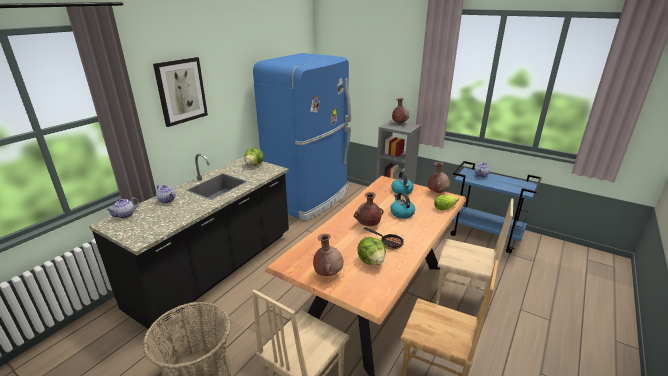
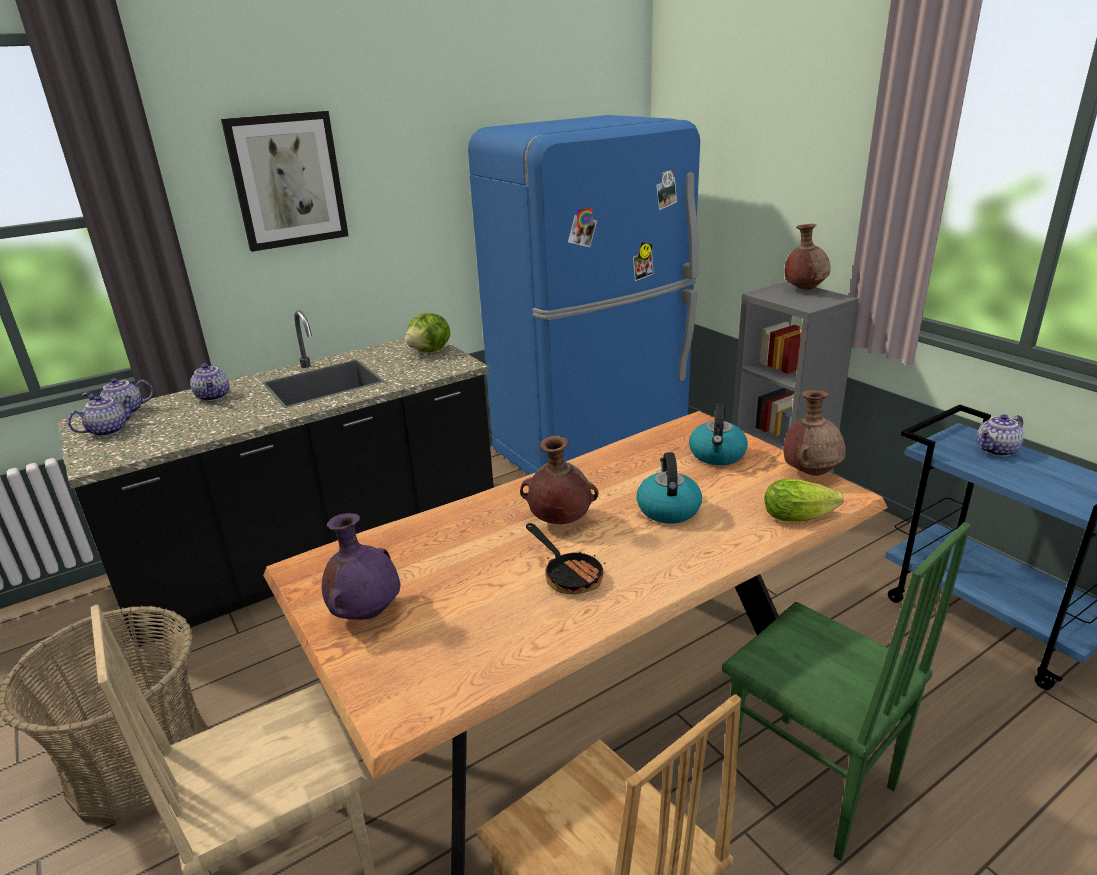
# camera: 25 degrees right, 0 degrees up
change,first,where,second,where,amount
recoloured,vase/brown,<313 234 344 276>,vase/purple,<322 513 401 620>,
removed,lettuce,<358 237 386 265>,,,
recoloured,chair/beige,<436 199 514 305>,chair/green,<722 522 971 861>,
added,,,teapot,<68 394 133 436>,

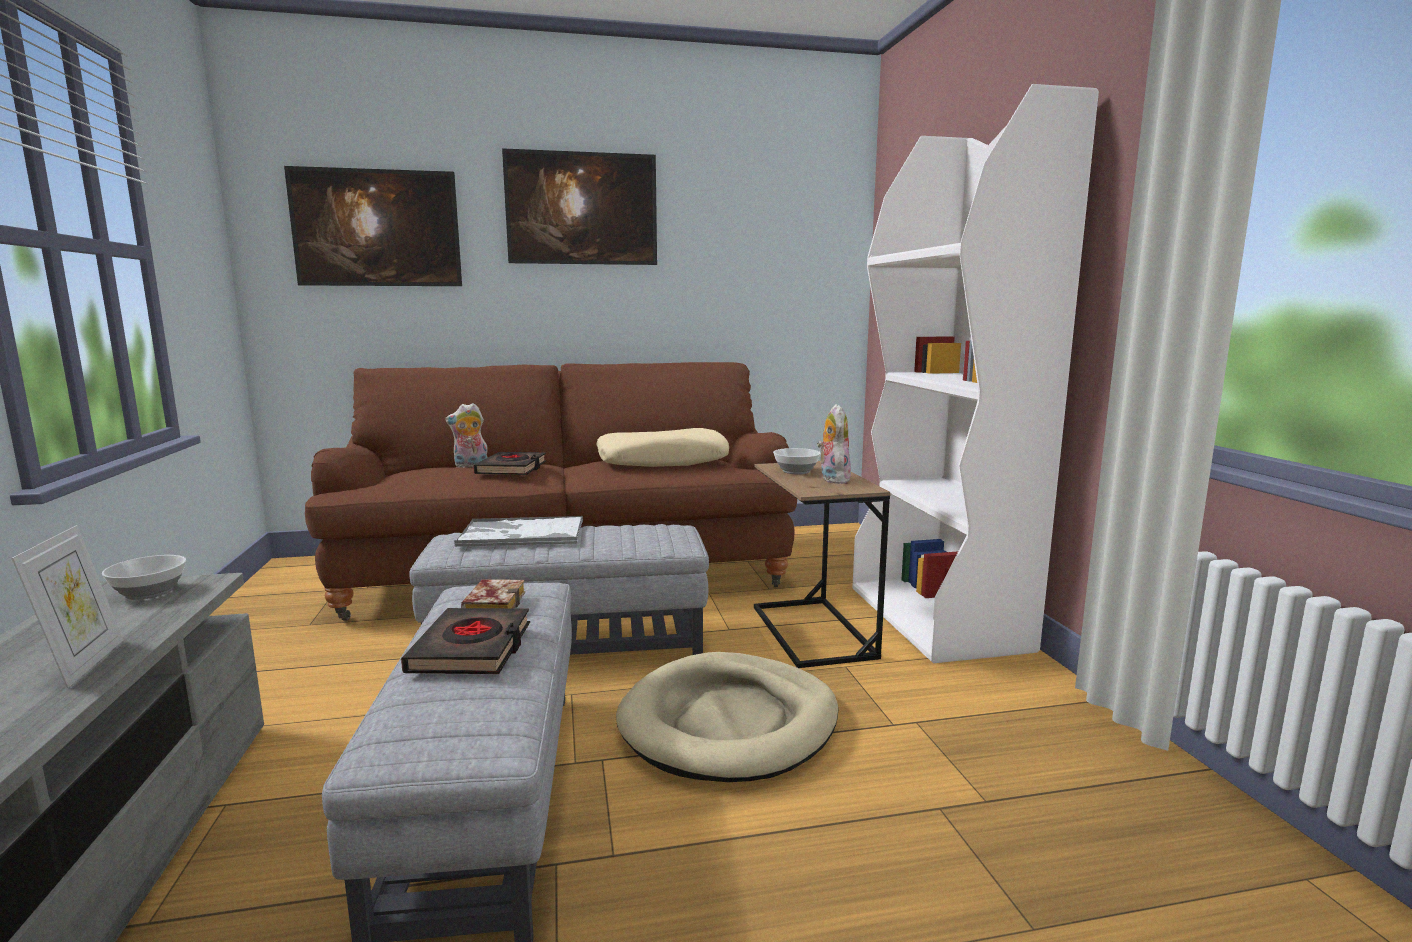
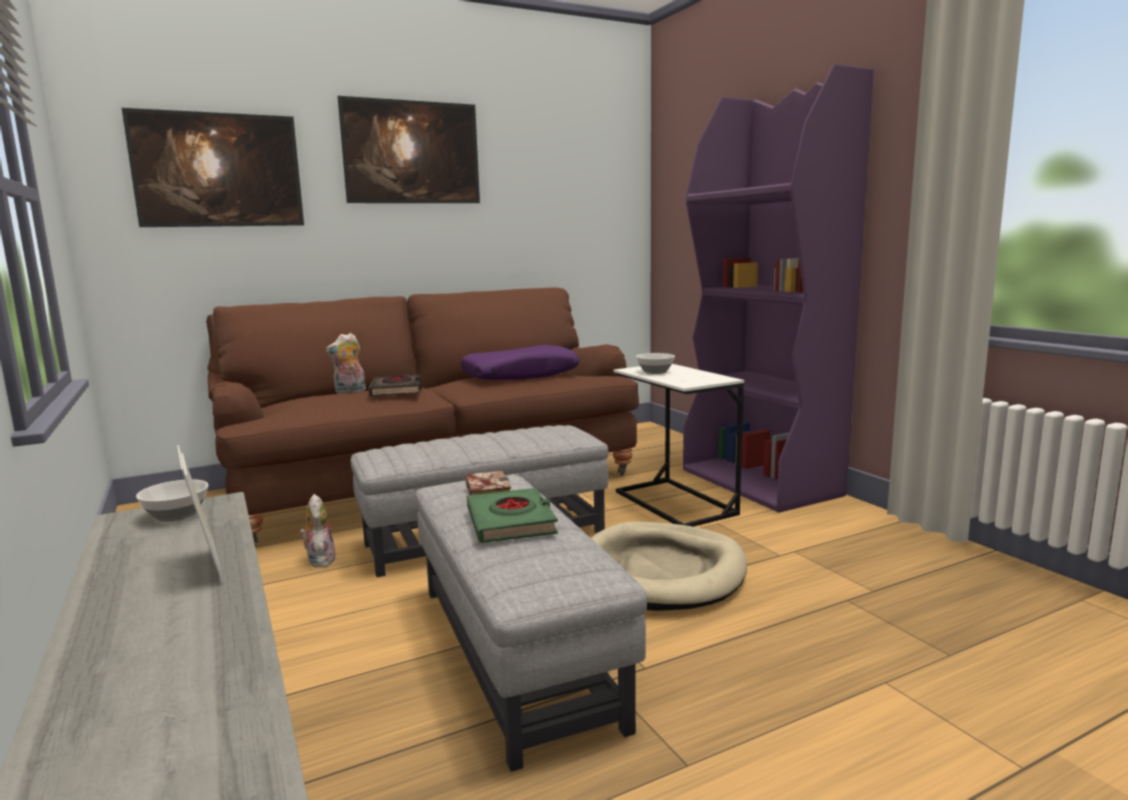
# camera: 15 degrees left, 0 degrees up
change,first,where,second,where,amount
recoloured,book/black,<401 608 530 674>,book/green,<467 488 558 543>,
removed,tray,<454 516 583 547>,,,
recoloured,pillow/beige,<597 428 729 467>,pillow/purple,<461 345 579 380>,
recoloured,side table/brown,<754 461 891 668>,side table/white,<614 364 744 527>,
moved,plush toy,<817 404 852 484>,,<300 494 336 567>,
recoloured,bookcase/white,<852 84 1099 663>,bookcase/purple,<683 64 874 513>,

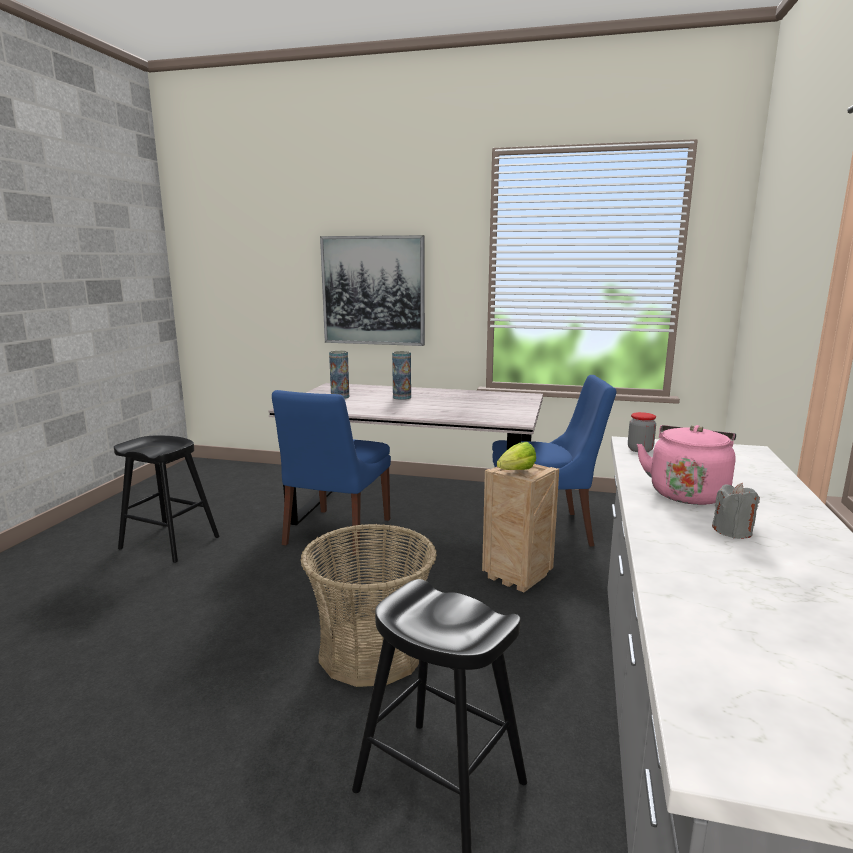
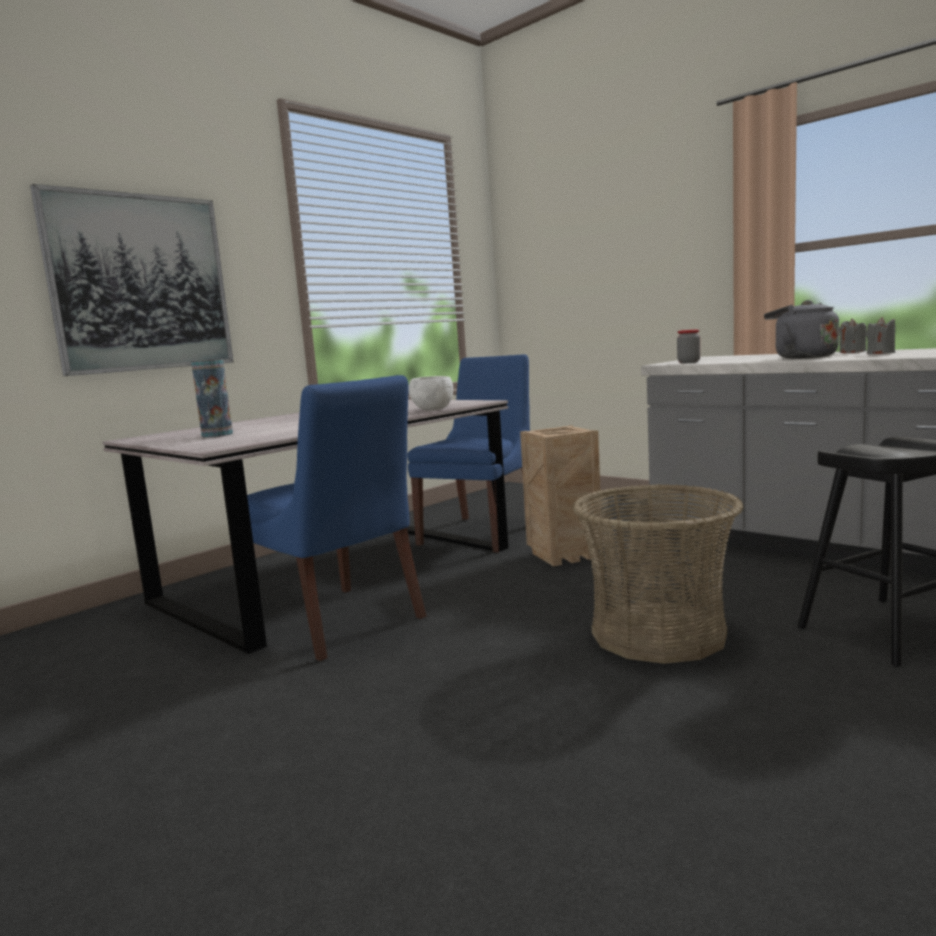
# camera: 60 degrees left, 5 degrees down
change,first,where,second,where,amount
removed,stool/black,<114 436 220 563>,,,
removed,vase,<392 351 411 400>,,,
removed,lettuce,<497 442 536 470>,,,
recoloured,kettle/pink,<637 425 736 505>,kettle/grey,<764 300 839 359>,
added,,,bowl/white,<409 376 453 411>,
added,,,candle/grey,<839 318 867 353>,

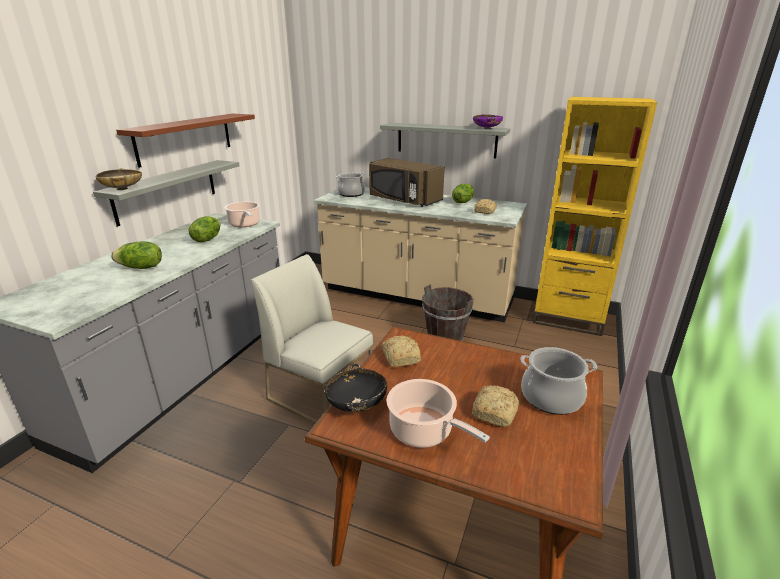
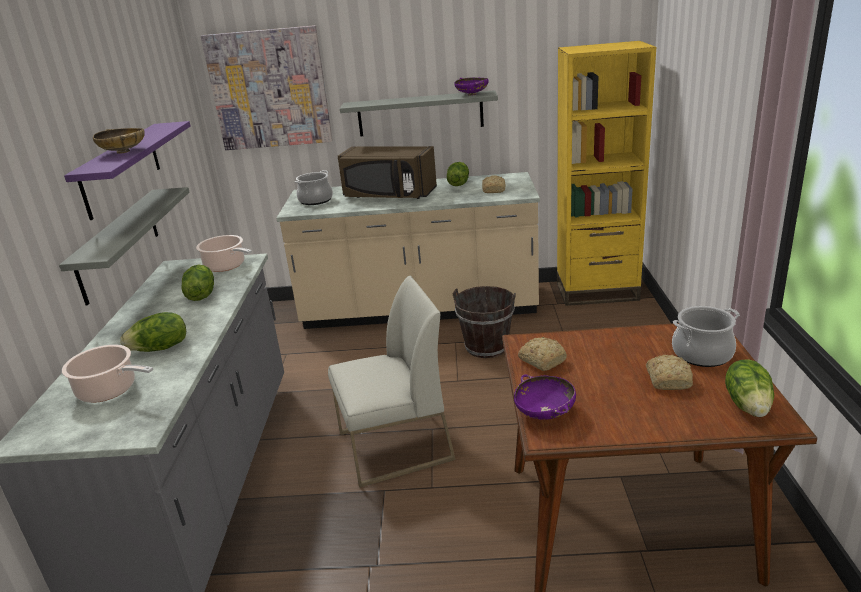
# camera: 20 degrees left, 0 degrees up
change,first,where,second,where,amount
moved,bowl/beige,<95 168 142 190>,,<93 128 145 154>,
recoloured,shelf/brown,<116 114 255 168>,shelf/purple,<64 121 191 220>,
turned,chair/white,<251 254 373 424>,,<328 275 456 488>,150 degrees clockwise
recoloured,bowl/black,<325 364 387 412>,bowl/purple,<514 374 576 420>,
moved,cooking pot,<386 379 490 448>,,<62 345 153 403>,
added,,,picture,<201 25 332 150>,
added,,,lettuce,<725 359 774 417>,

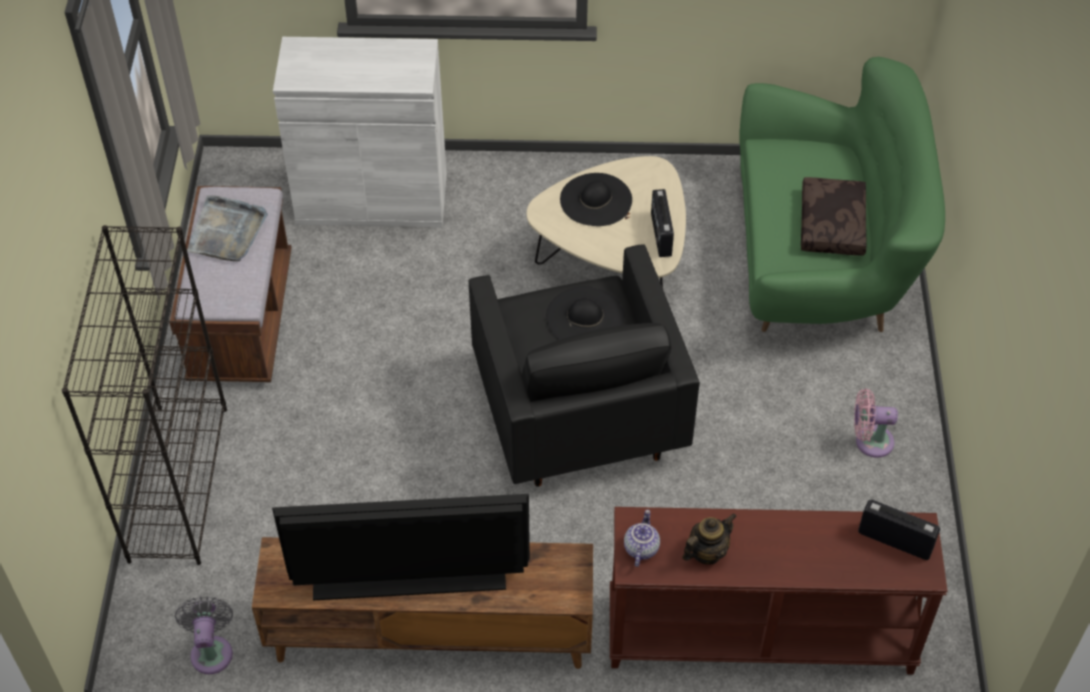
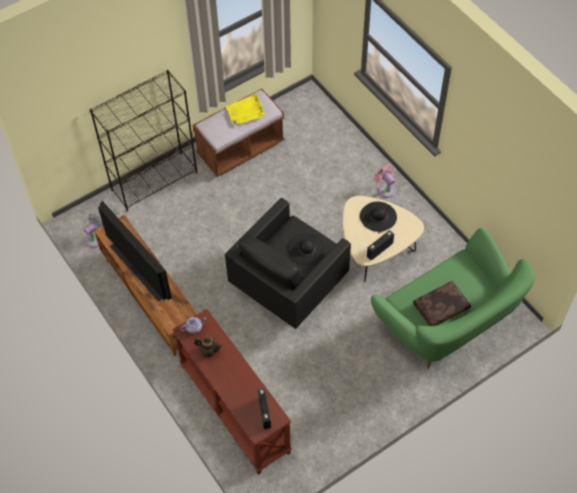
# camera: 55 degrees right, 5 degrees up
change,first,where,second,where,amount
recoloured,tray/grey,<187 195 268 261>,tray/yellow,<226 94 265 125>,
removed,cabinet/white,<273 37 447 227>,,,
moved,fan/pink,<854 389 898 458>,,<374 164 396 198>,

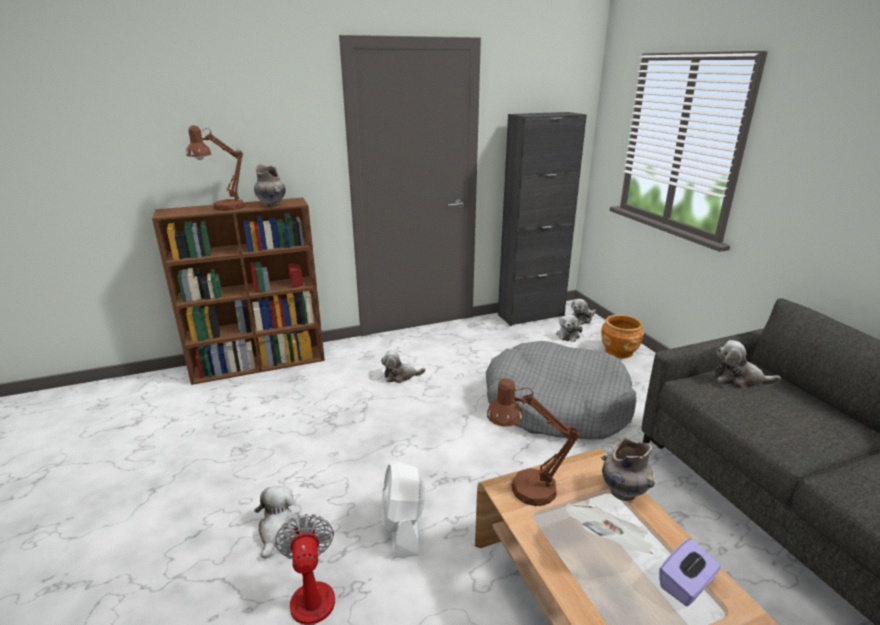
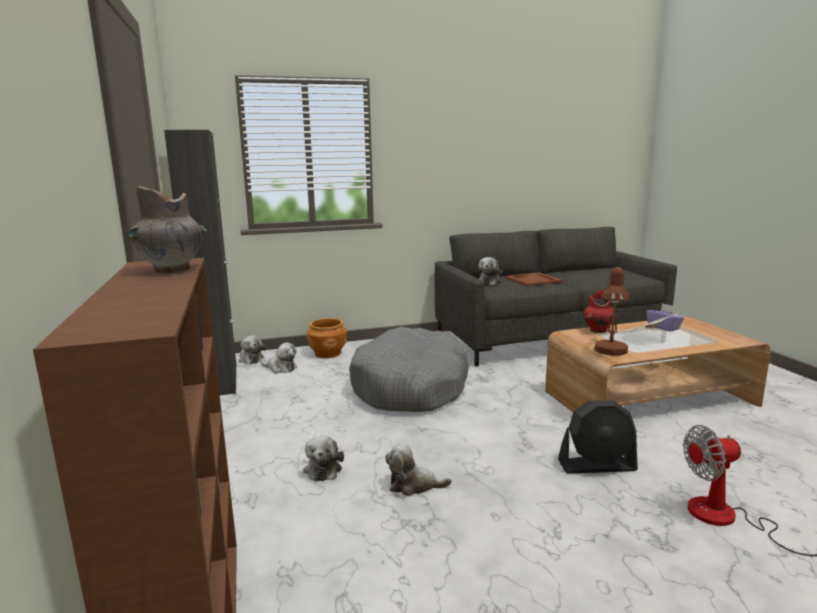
# camera: 85 degrees left, 10 degrees down
change,first,where,second,where,amount
removed,table lamp/brown,<186 125 245 211>,,,
moved,plush toy,<254 486 296 559>,,<386 443 452 496>,
recoloured,fan/white,<381 460 425 559>,fan/black,<558 400 638 474>,
recoloured,vase/grey,<601 437 655 501>,vase/red,<583 290 616 333>,
added,,,tray/brown,<505 272 563 286>,

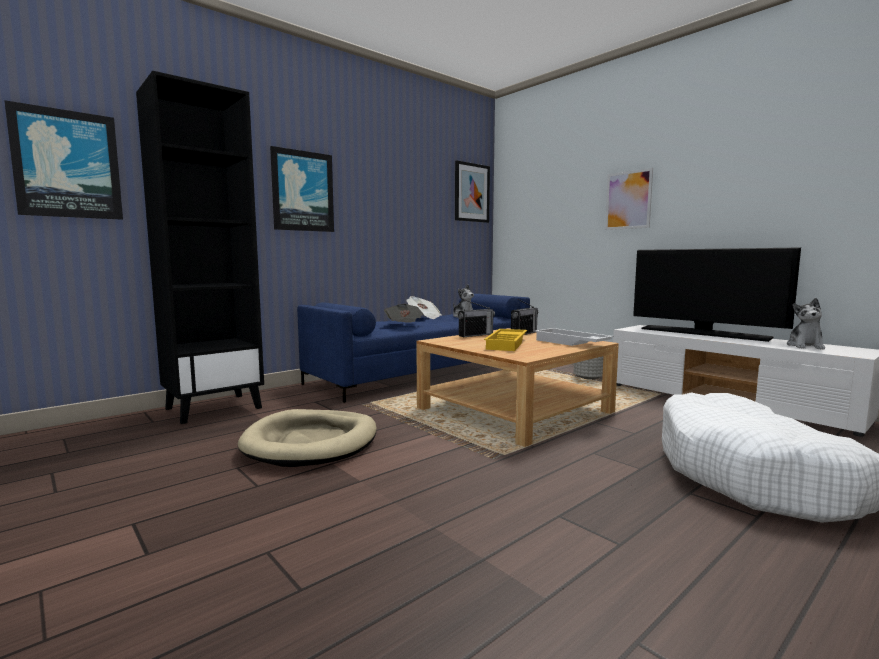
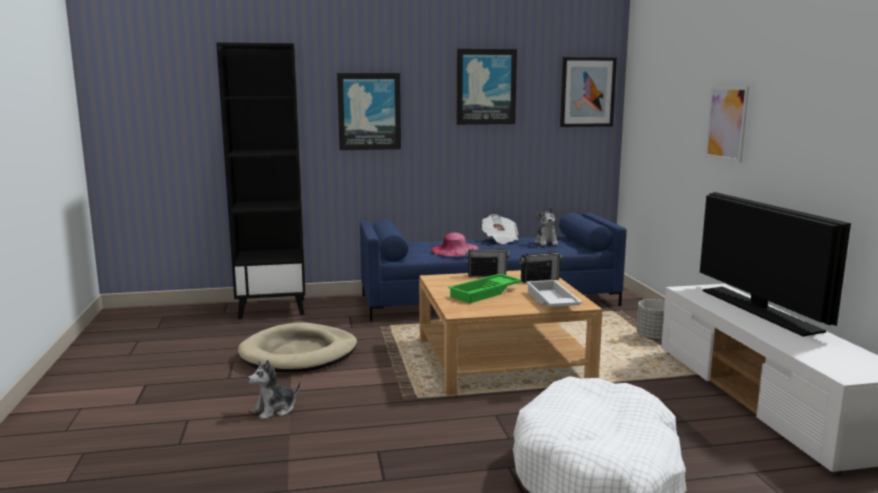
# camera: 30 degrees right, 5 degrees up
change,first,where,second,where,amount
moved,picture,<4 100 123 220>,,<457 49 517 125>,
replaced,newspaper,<384 304 423 323>,hat/pink,<430 232 480 256>,
recoloured,tray/yellow,<484 329 527 351>,tray/green,<448 274 522 303>,
moved,plush toy,<787 298 825 350>,,<248 360 300 420>,

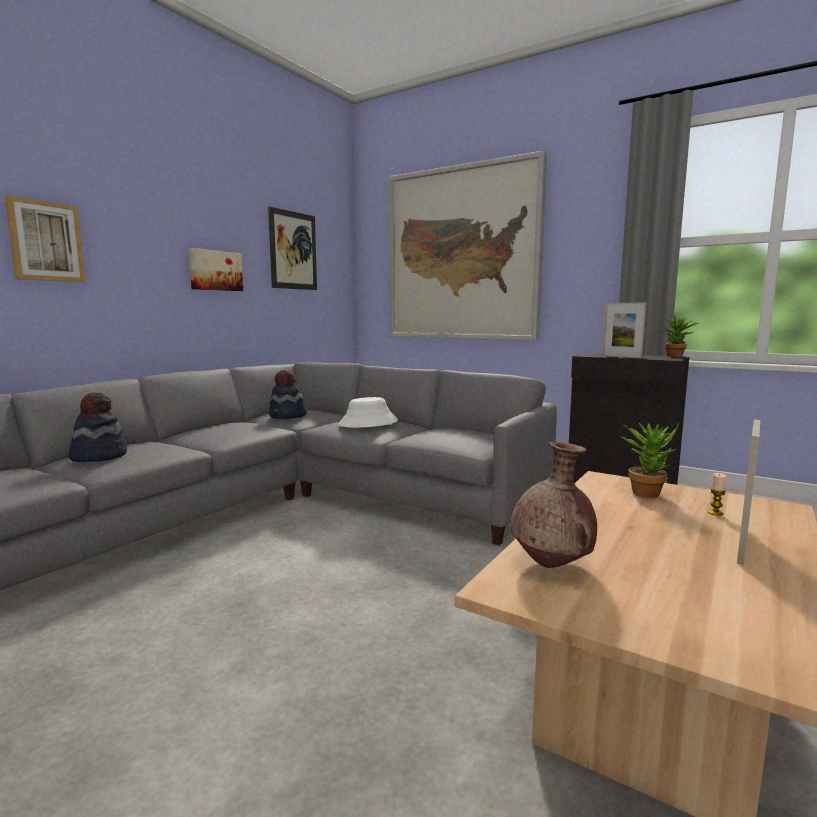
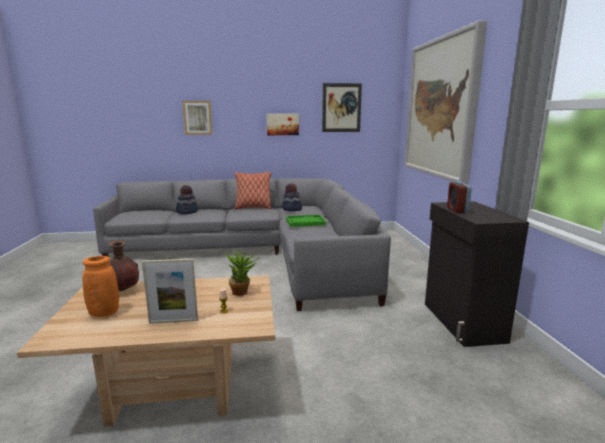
# camera: 50 degrees right, 5 degrees up
change,first,where,second,where,amount
replaced,hat/white,<338 397 398 428>,tray/green,<286 215 326 227>,
replaced,picture frame,<602 302 646 358>,alarm clock,<447 181 472 213>,
removed,potted plant,<663 315 698 357>,,,
added,,,vase/orange,<82 256 119 317>,
added,,,pillow,<235 172 272 209>,

